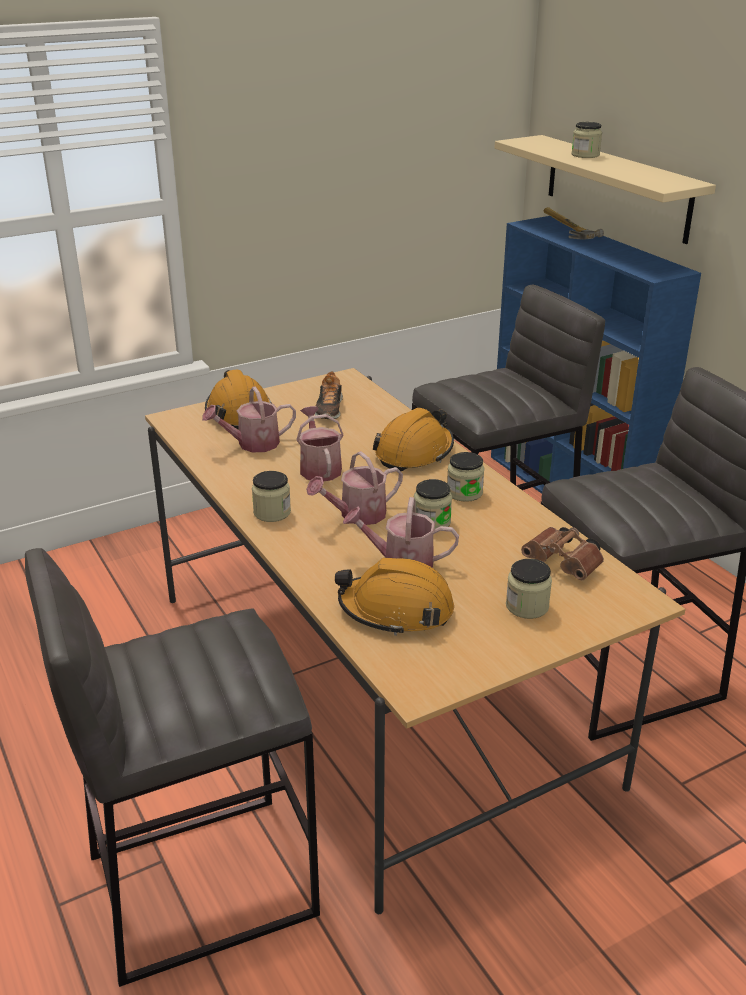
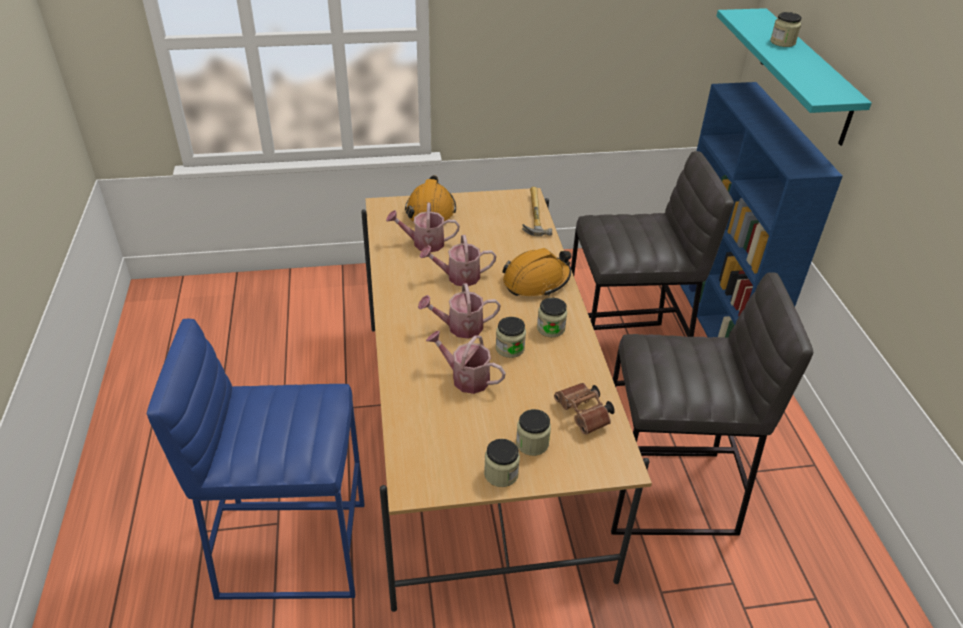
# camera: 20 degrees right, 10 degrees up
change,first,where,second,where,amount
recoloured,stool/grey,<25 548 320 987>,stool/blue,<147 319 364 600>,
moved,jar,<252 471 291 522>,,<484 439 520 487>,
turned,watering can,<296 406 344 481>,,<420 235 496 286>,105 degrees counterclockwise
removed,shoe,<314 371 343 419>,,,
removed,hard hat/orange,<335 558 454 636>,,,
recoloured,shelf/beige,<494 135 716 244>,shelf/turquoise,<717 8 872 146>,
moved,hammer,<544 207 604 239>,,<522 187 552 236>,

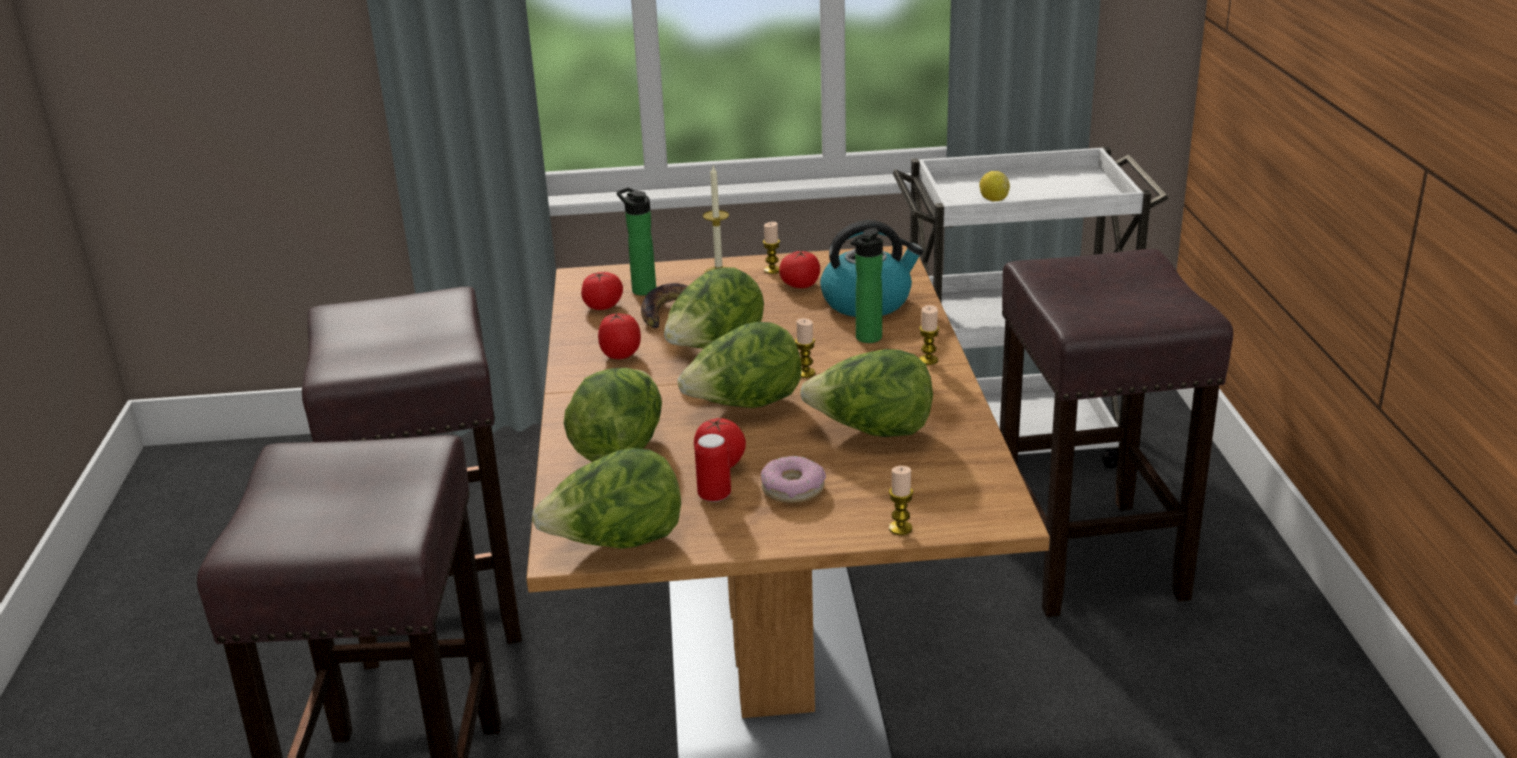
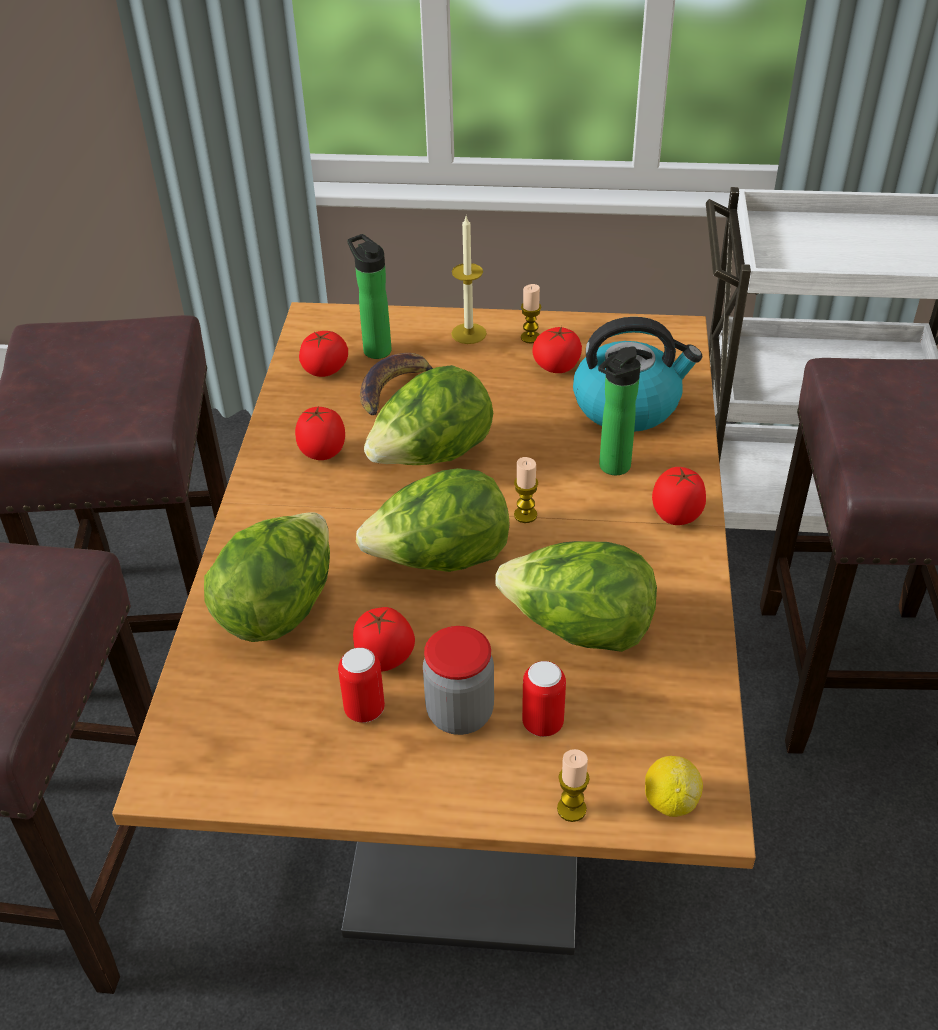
# camera: 10 degrees right, 15 degrees up
change,first,where,second,where,amount
removed,lettuce,<532 448 681 549>,,,
replaced,donut,<761 456 826 503>,jar,<423 626 494 735>,
replaced,candle,<919 305 939 365>,tomato,<652 467 706 525>,
moved,lemon,<979 171 1010 201>,,<645 756 703 817>,
added,,,can,<522 661 566 737>,

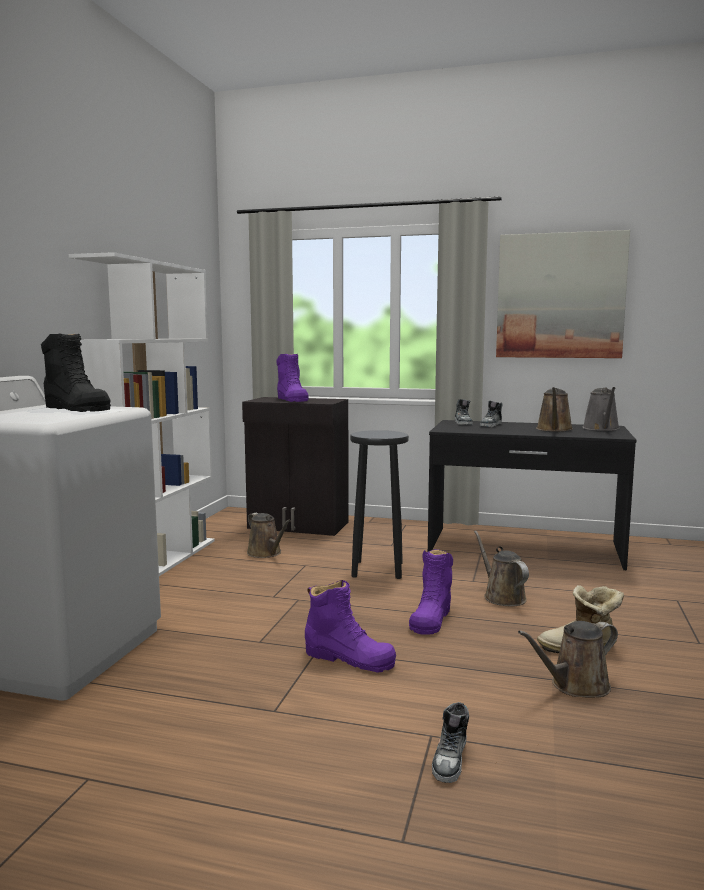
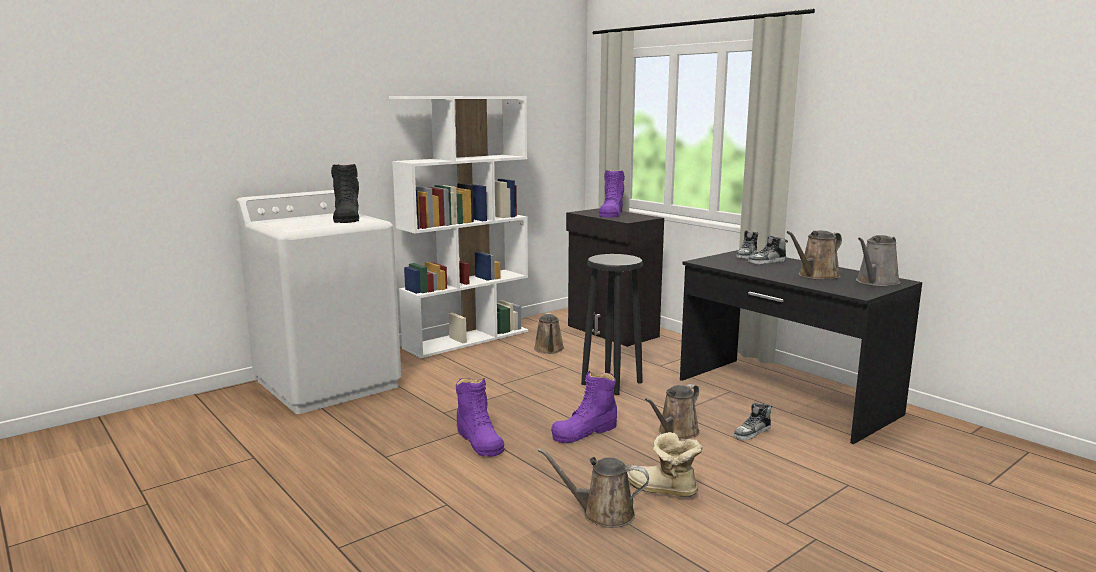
# camera: 35 degrees right, 5 degrees up
change,first,where,second,where,amount
moved,shoe,<432 702 469 783>,,<734 403 772 440>,
turned,watering can/brown,<474 530 529 606>,,<645 384 700 440>,150 degrees counterclockwise
removed,picture,<496 230 630 358>,,,

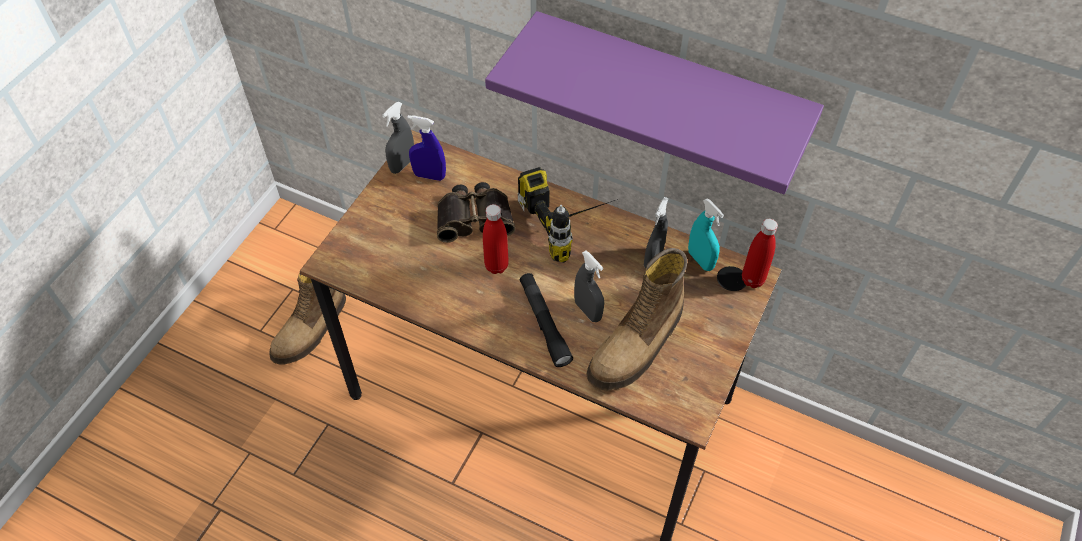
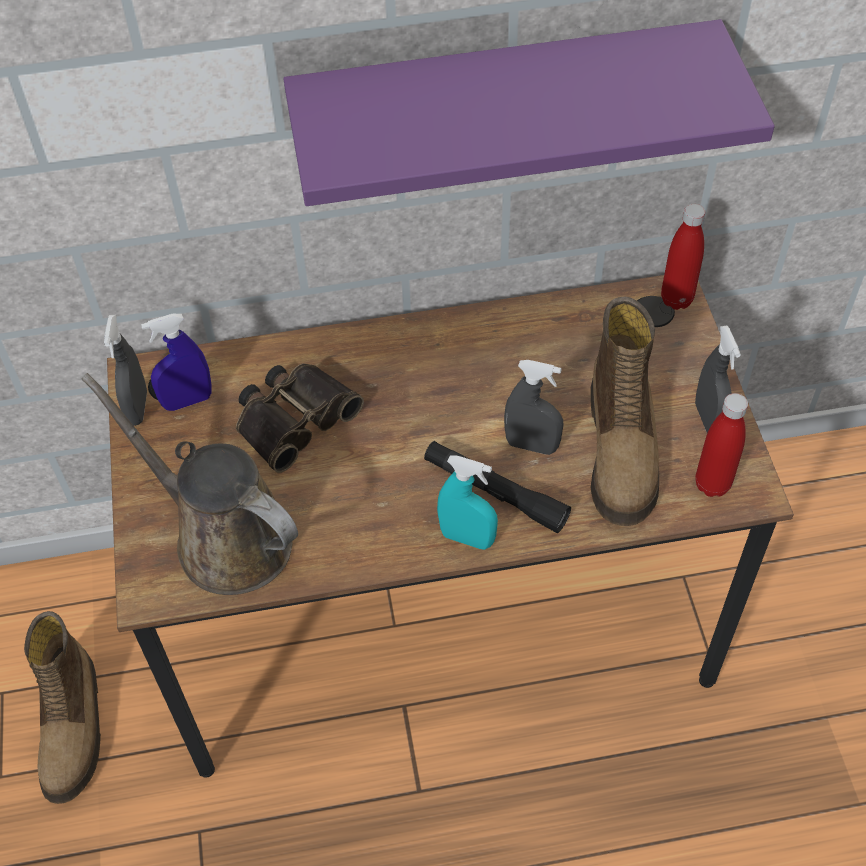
# camera: 35 degrees left, 0 degrees up
change,first,where,second,where,amount
moved,bottle/red,<483 204 509 274>,,<695 393 748 497>,
removed,power drill,<518 167 618 263>,,,
moved,spray bottle/grey,<644 197 669 269>,,<695 325 741 433>,
moved,spray bottle/turquoise,<688 199 724 271>,,<437 455 498 550>,
added,,,watering can/brown,<81 373 298 595>,

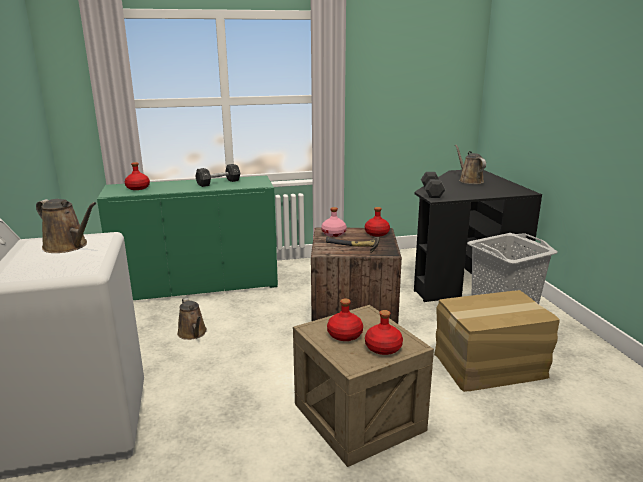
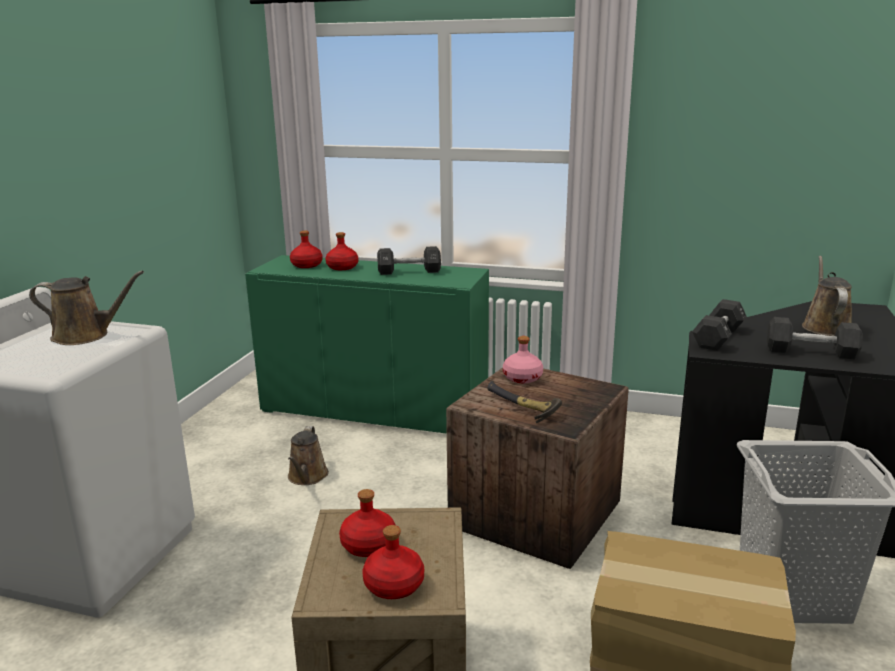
# camera: 30 degrees right, 0 degrees up
change,first,where,second,where,amount
turned,watering can/brown,<36 199 96 253>,,<29 271 144 345>,60 degrees counterclockwise
moved,bottle/red,<365 207 390 237>,,<326 232 358 270>,
added,,,dumbbell/black,<767 317 863 359>,

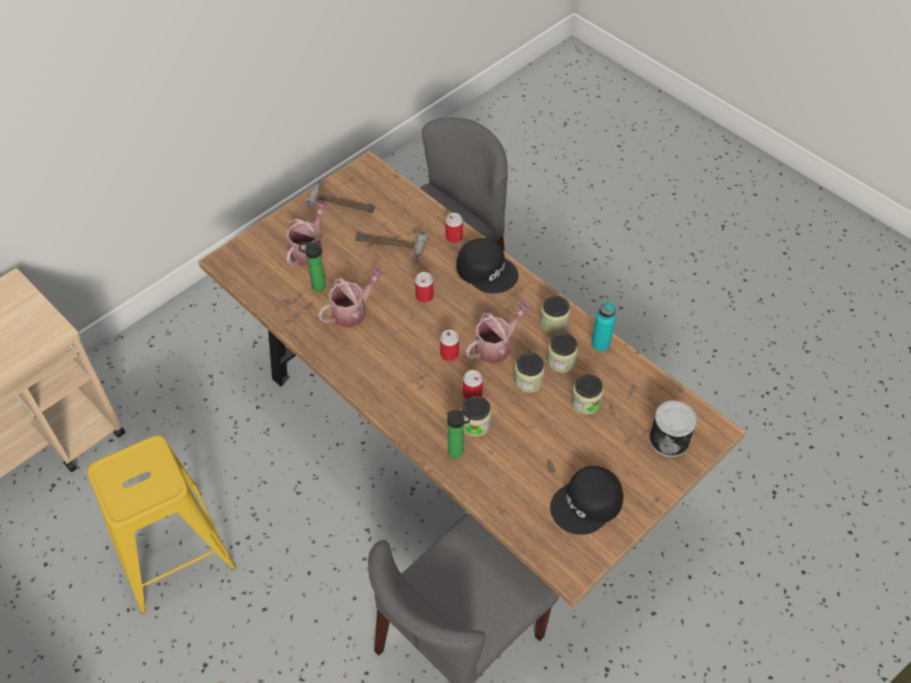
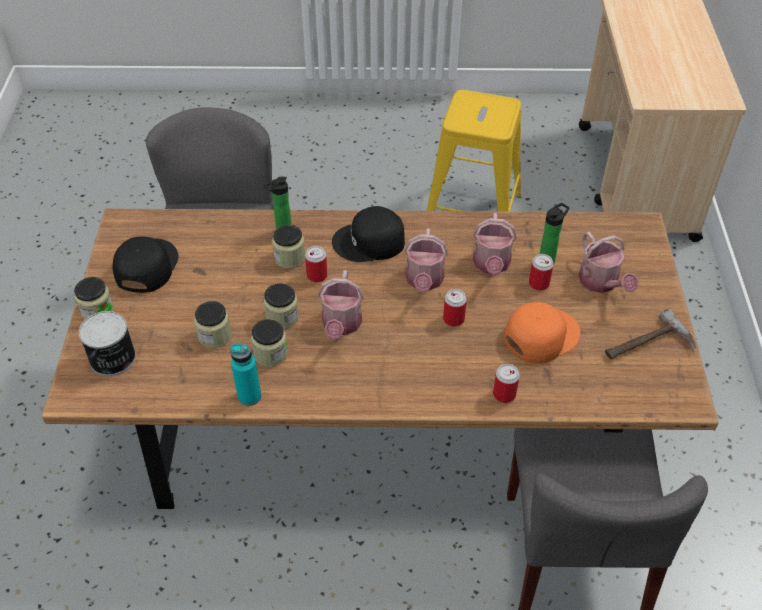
# camera: 135 degrees right, 5 degrees down
change,first,where,second,where,amount
replaced,hammer,<355 233 429 268>,cap/orange,<504 302 581 364>,
moved,can,<440 330 459 361>,,<529 254 554 291>,
moved,cap/black,<456 238 518 293>,,<332 206 405 262>,
moved,jar,<540 296 570 334>,,<74 277 114 320>,
added,,,watering can,<404 228 448 292>,

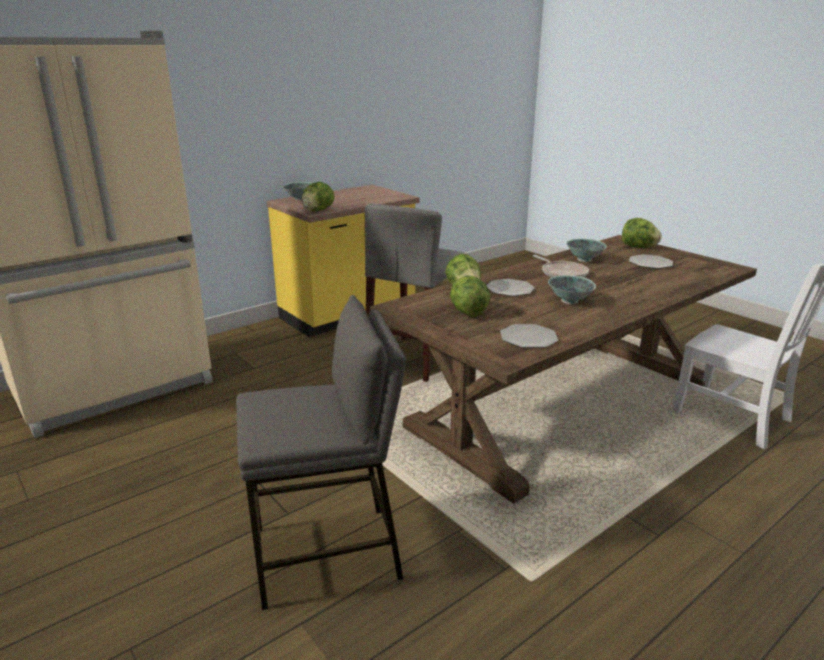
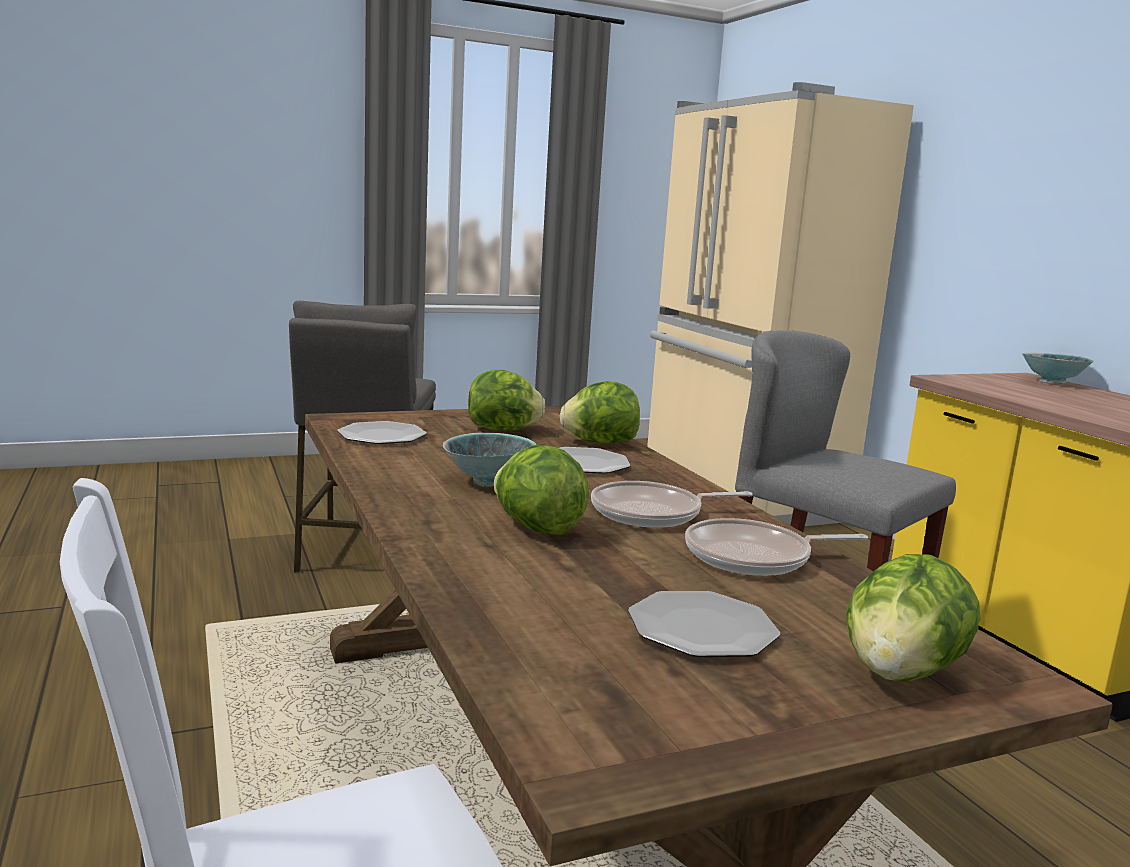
# camera: 105 degrees right, 10 degrees down
change,first,where,second,where,amount
moved,lettuce,<302 182 335 211>,,<494 445 589 535>,
replaced,bowl,<566 239 607 262>,frying pan,<685 518 868 576>,

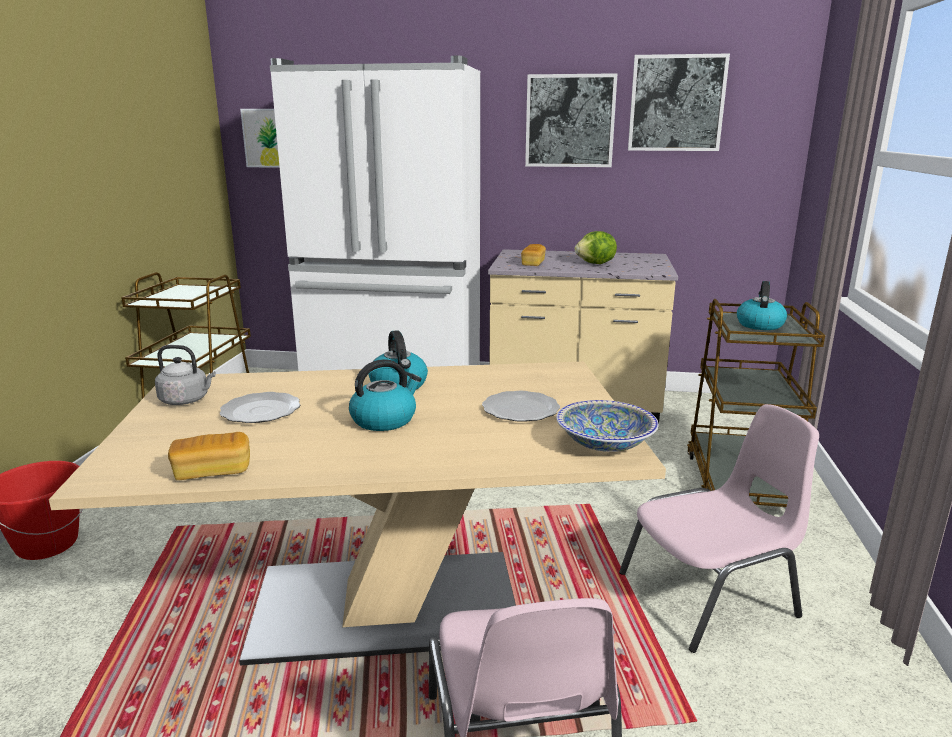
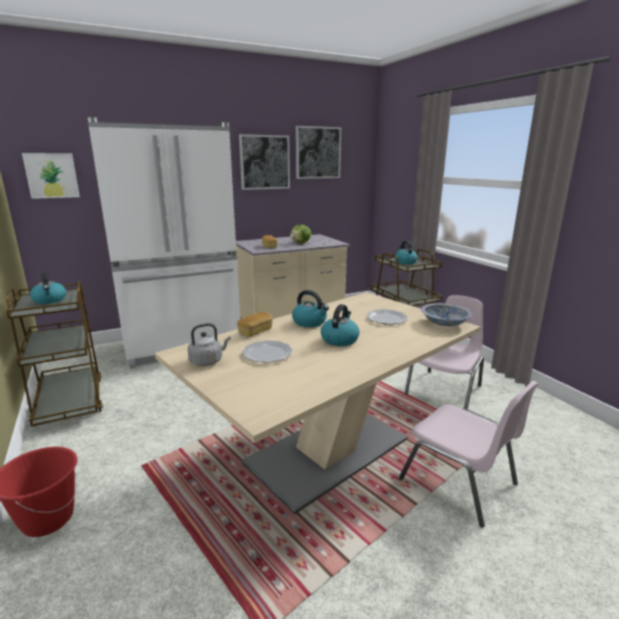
# camera: 35 degrees left, 0 degrees up
change,first,where,second,where,amount
moved,bread,<168 432 250 480>,,<237 312 273 337>,
added,,,kettle,<30 271 66 304>,

